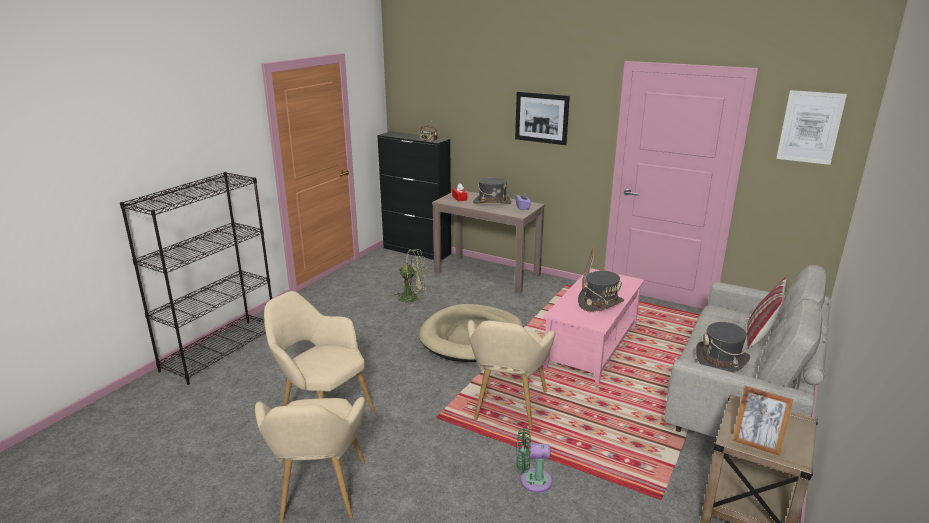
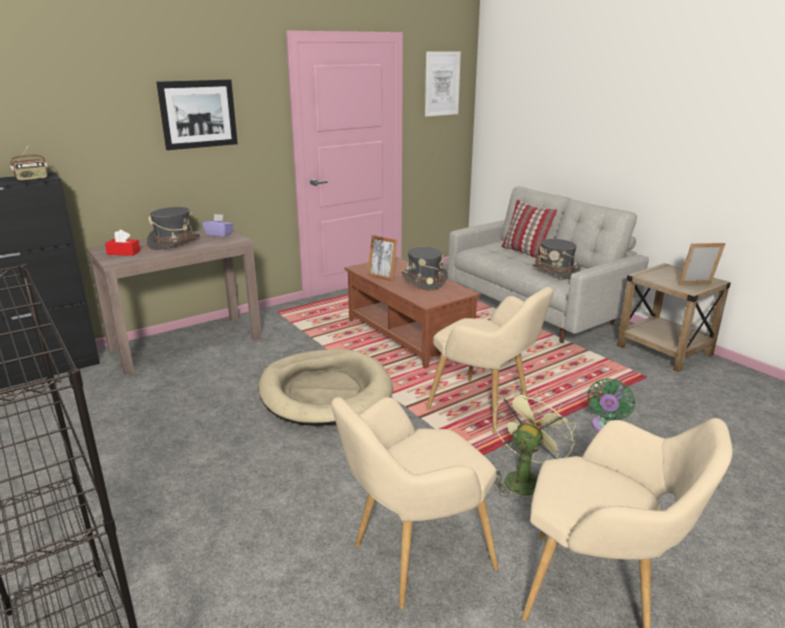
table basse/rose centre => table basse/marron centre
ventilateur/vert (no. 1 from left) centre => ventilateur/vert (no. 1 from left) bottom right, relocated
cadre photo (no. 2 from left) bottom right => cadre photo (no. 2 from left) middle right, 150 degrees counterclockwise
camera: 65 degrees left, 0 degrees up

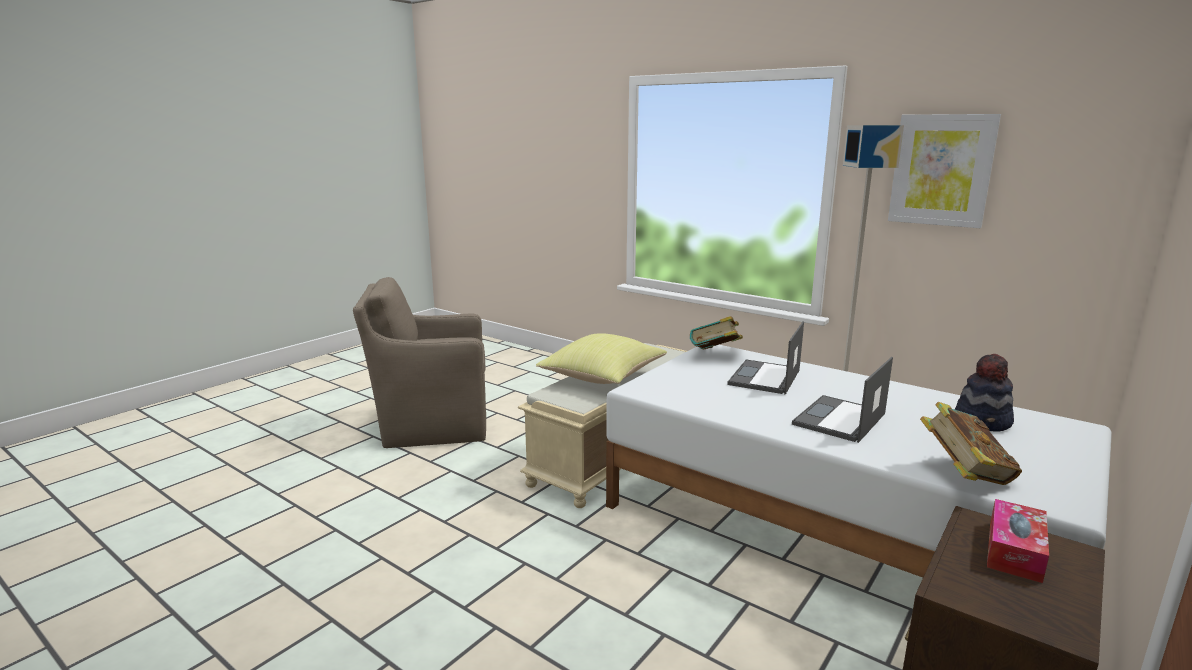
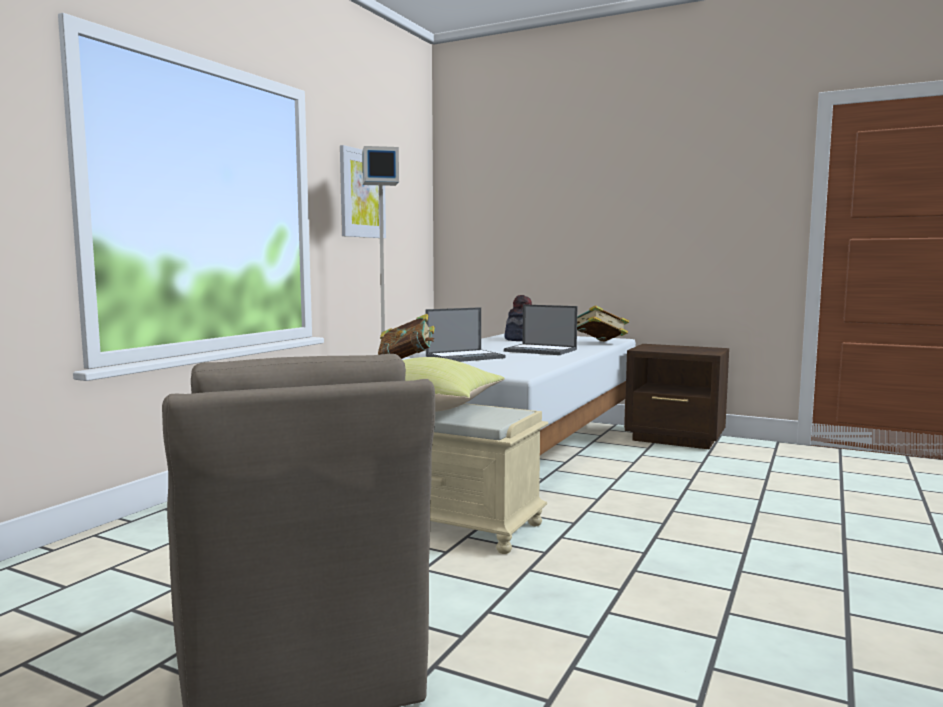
ordinateur portable (no. 1 from left) centre, 45 degrees counterclockwise
boîte à mouchoirs bottom right => nothing
camera: 100 degrees left, 10 degrees down

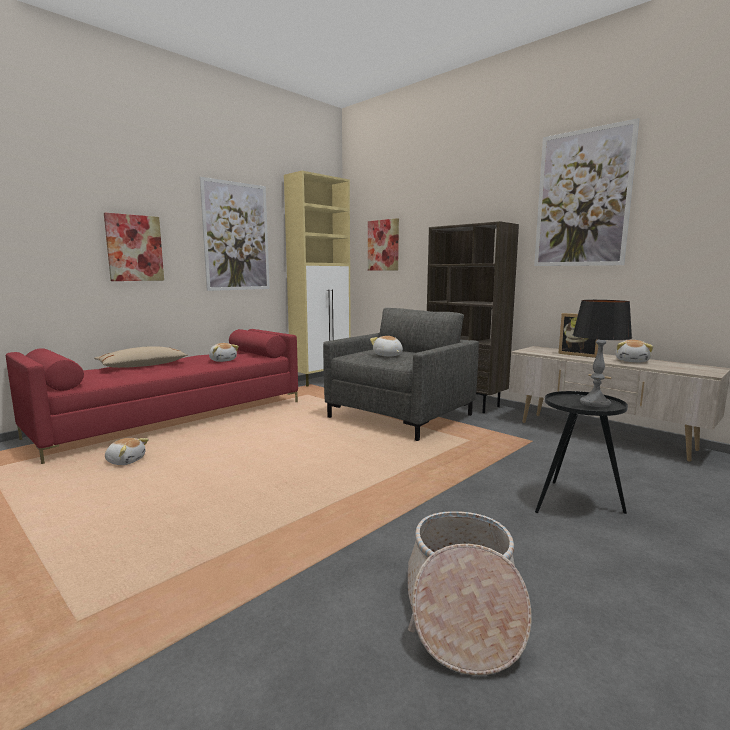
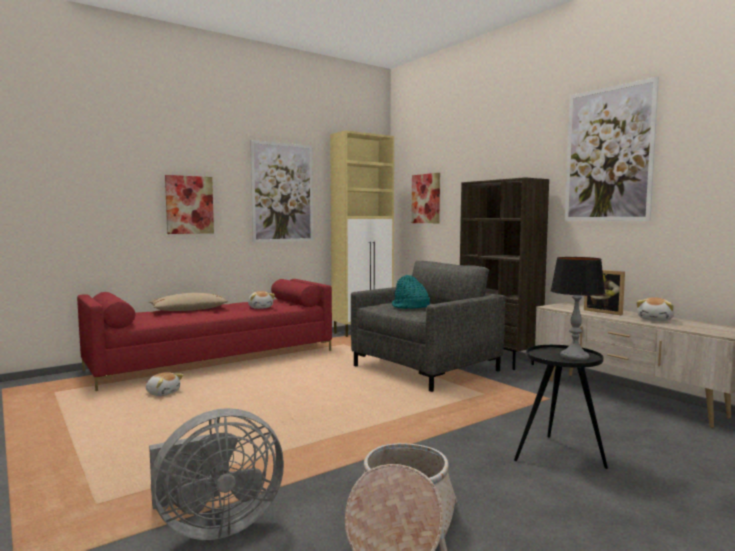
nothing => ventilateur/gris bottom left
peluche (no. 3 from left) centre => chapeau/turquoise centre
camera: 10 degrees right, 5 degrees down

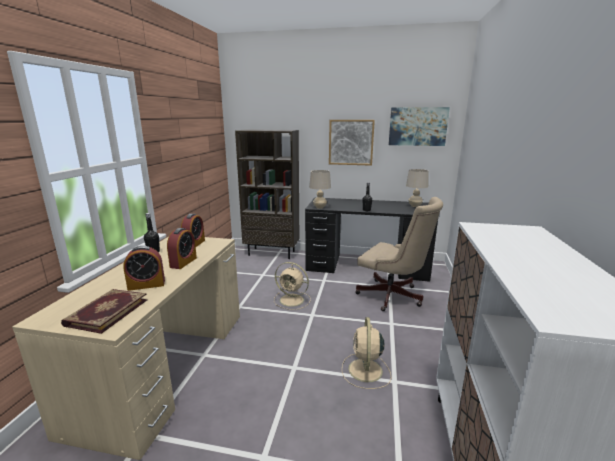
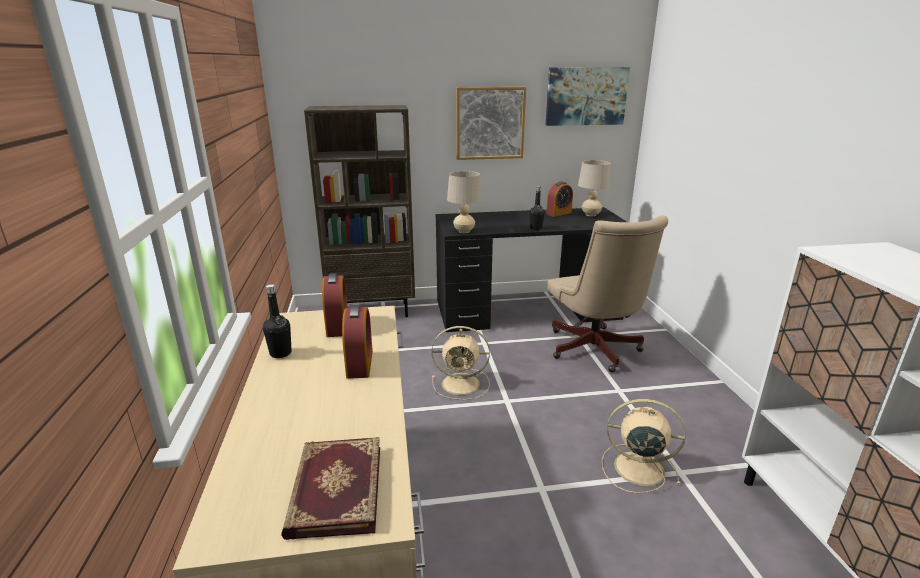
réveil (no. 1 from left in the first image) middle left => réveil (no. 3 from left) centre, relocated
chaise de bureau/beige centre, 60 degrees clockwise
ventilateur/beige (no. 2 from left) bottom centre => ventilateur/beige (no. 2 from left) bottom right, 120 degrees clockwise
camera: 20 degrees left, 5 degrees up

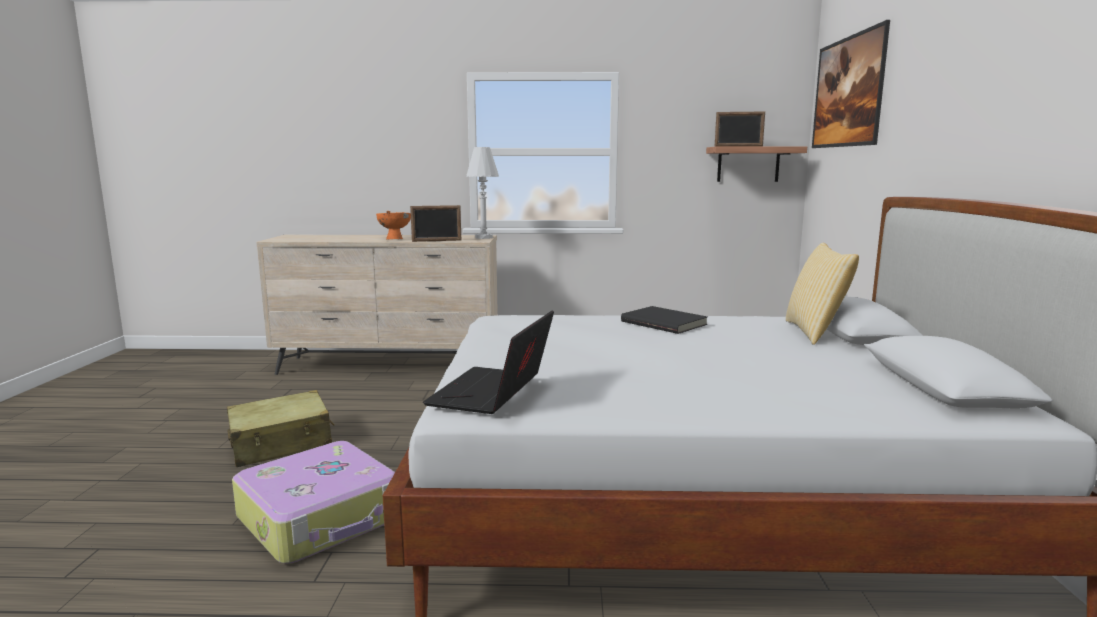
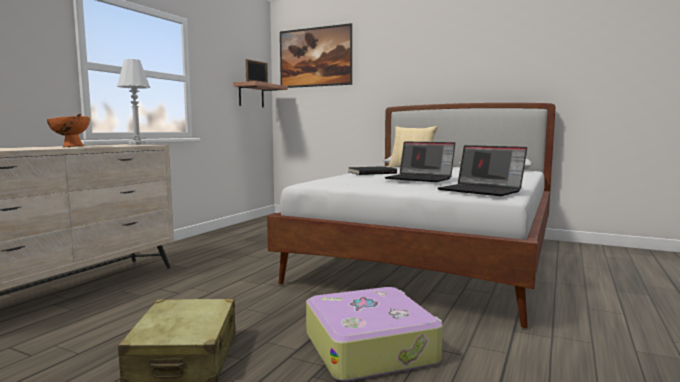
nothing => ordinateur portable (no. 1 from left) centre
cadre photo (no. 1 from left) centre => nothing
camera: 65 degrees left, 5 degrees down

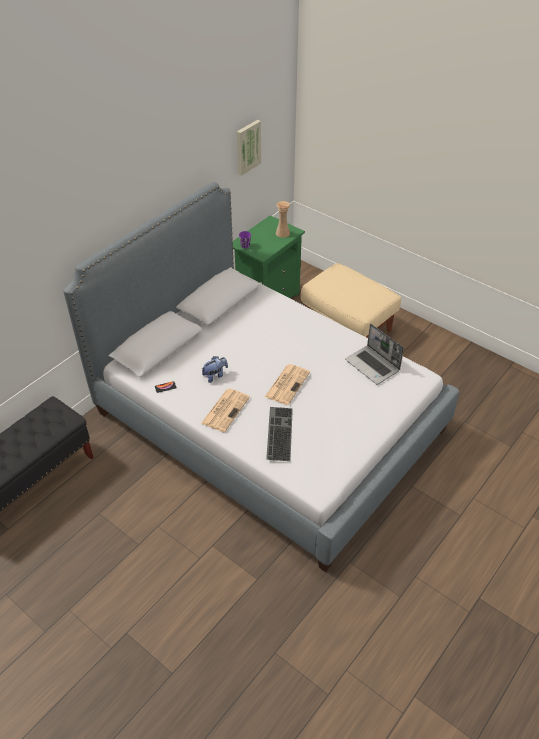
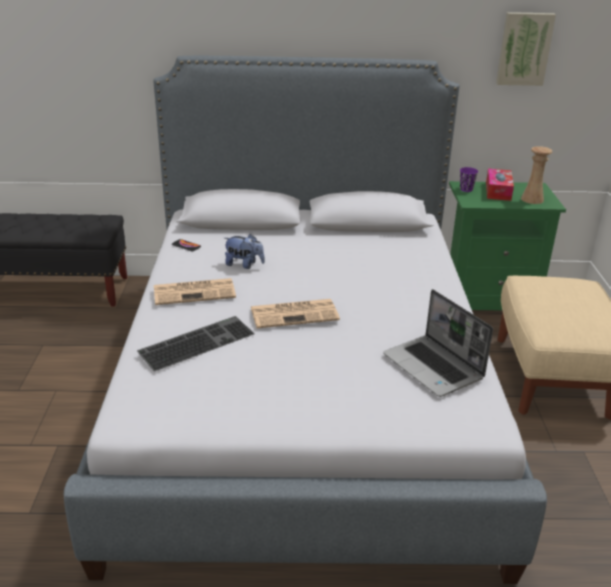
ordinateur portable middle right, 45 degrees counterclockwise
nothing => boîte à mouchoirs top right
camera: 50 degrees right, 15 degrees down

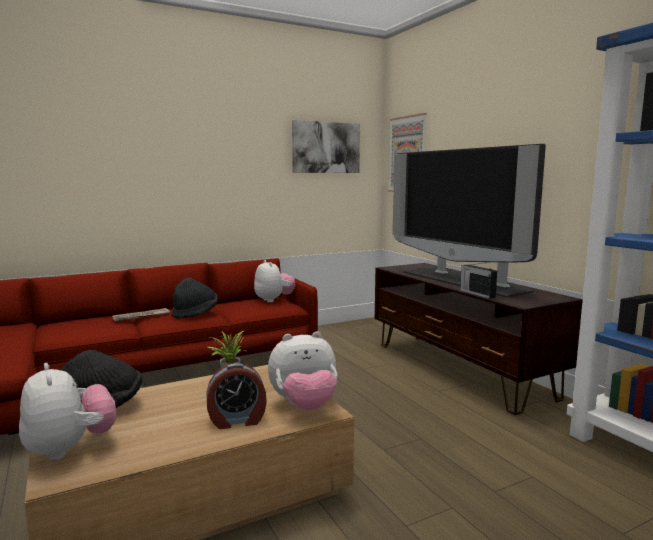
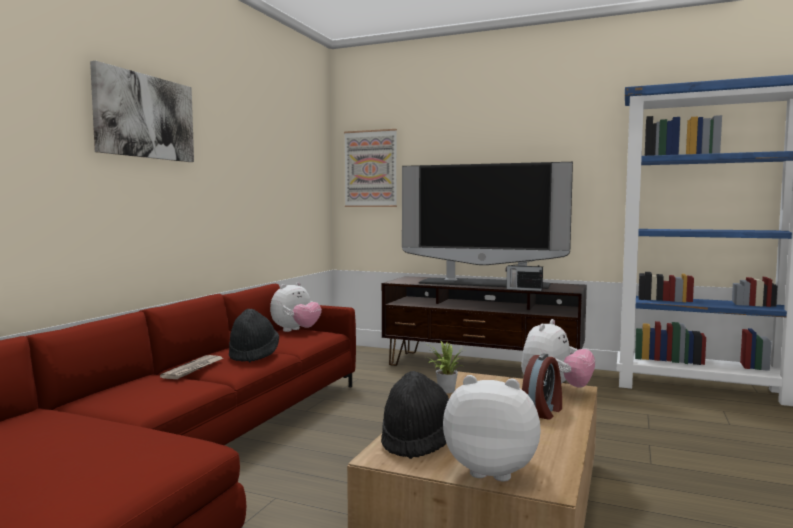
tableau (no. 1 from left) top centre => tableau (no. 1 from left) top left, relocated
peluche (no. 2 from left in the first image) centre => peluche (no. 1 from left) centre, 105 degrees clockwise
camera: 40 degrees left, 5 degrees down

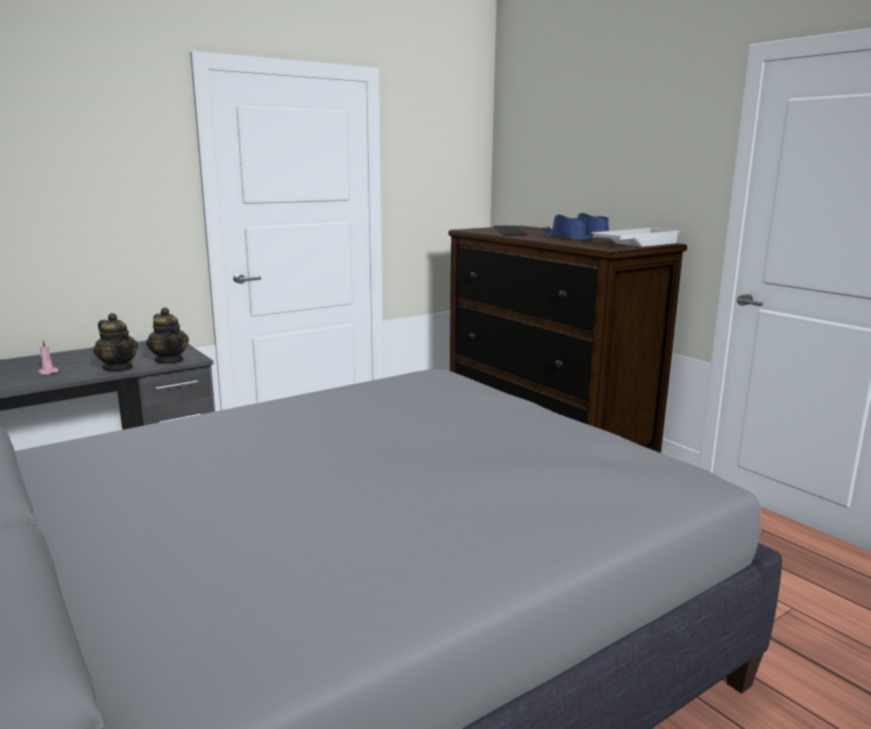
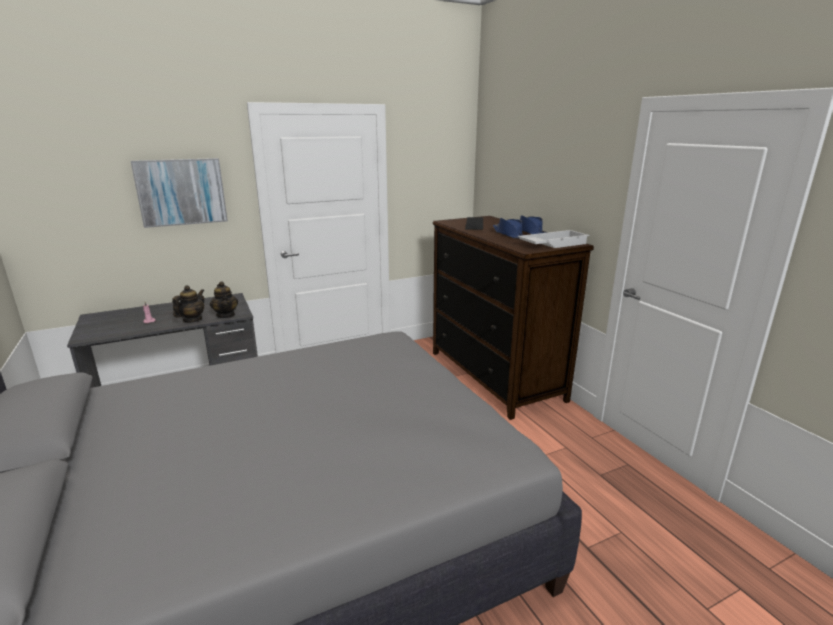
nothing => tableau top left
théière (no. 1 from left) middle left, 120 degrees counterclockwise
camera: 10 degrees right, 5 degrees up

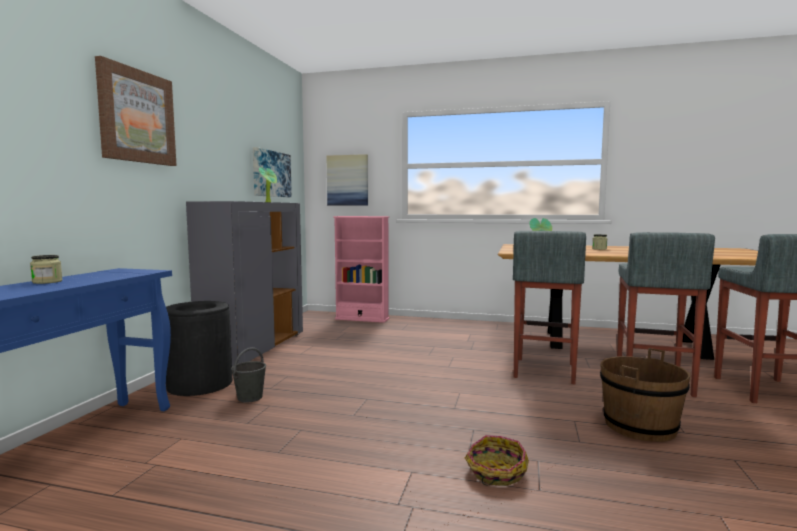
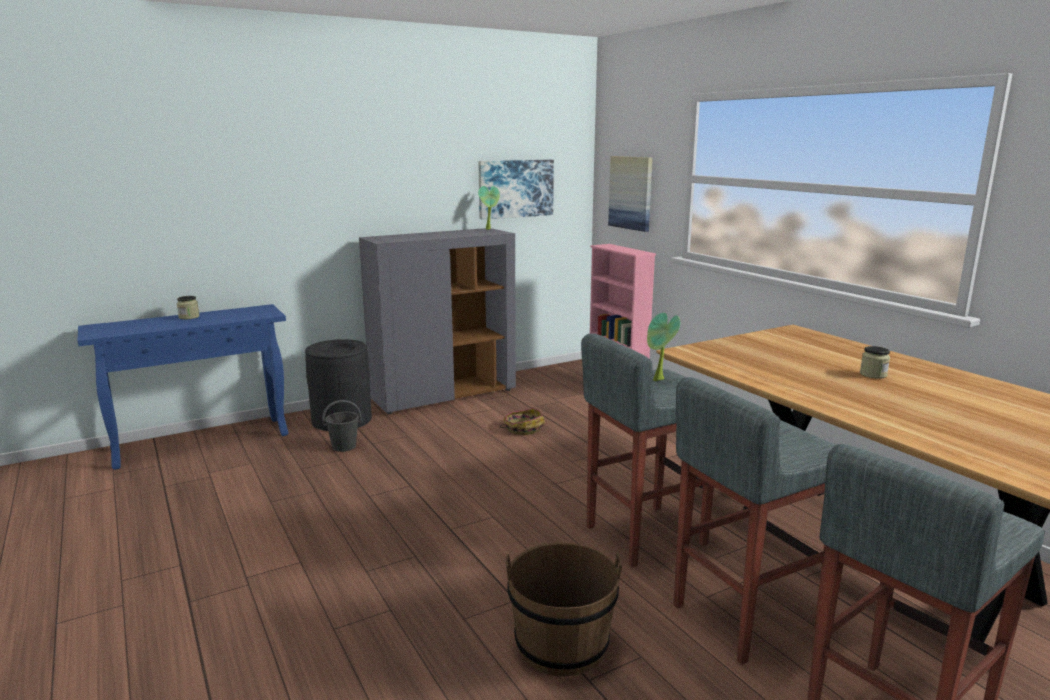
panier bottom centre => panier centre, relocated
tableau (no. 1 from left) top left => nothing
camera: 45 degrees right, 10 degrees up

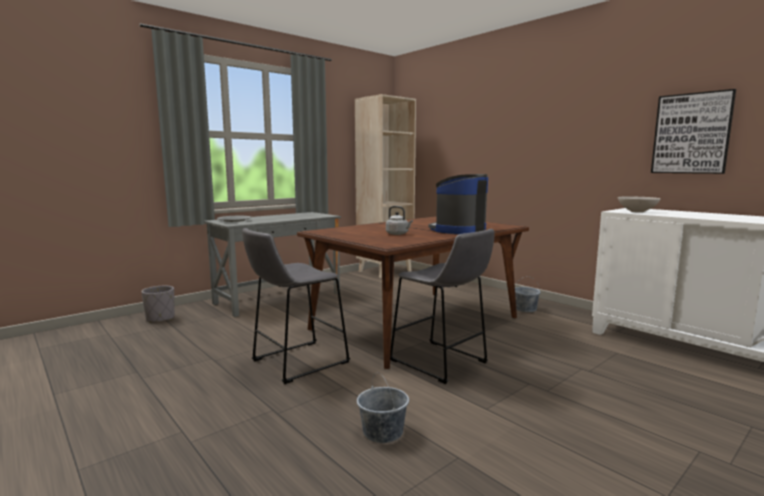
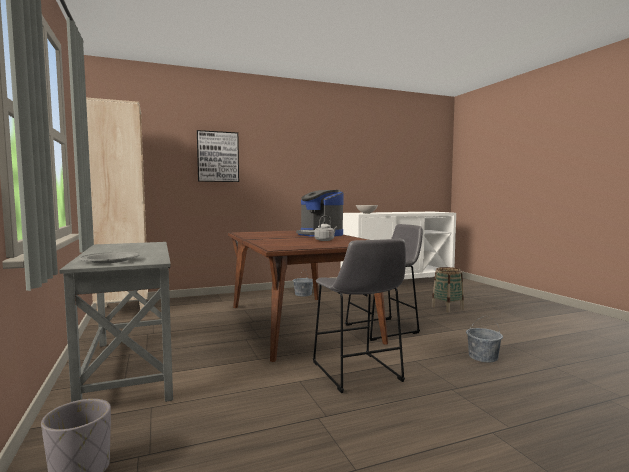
tableau top right => tableau top centre, relocated
nothing => panier middle right
camera: 70 degrees left, 5 degrees down

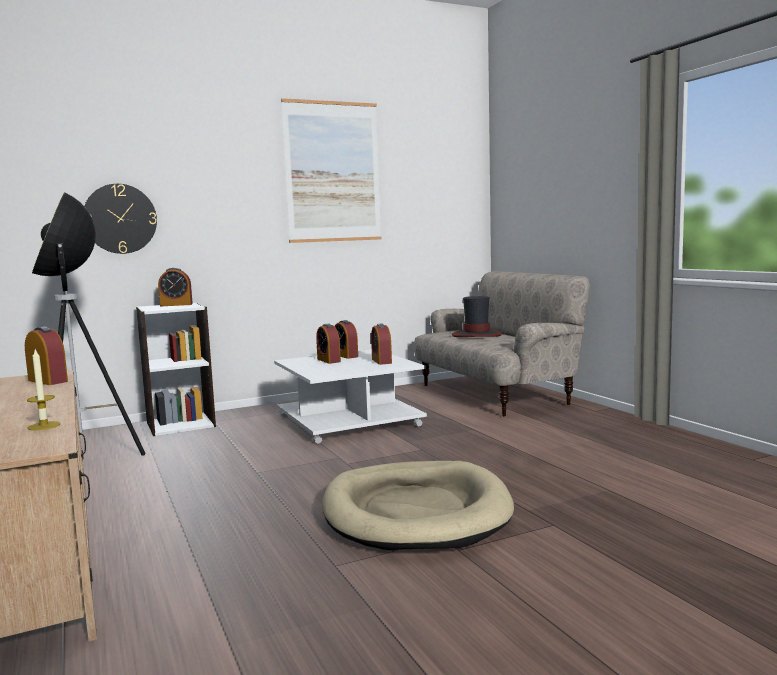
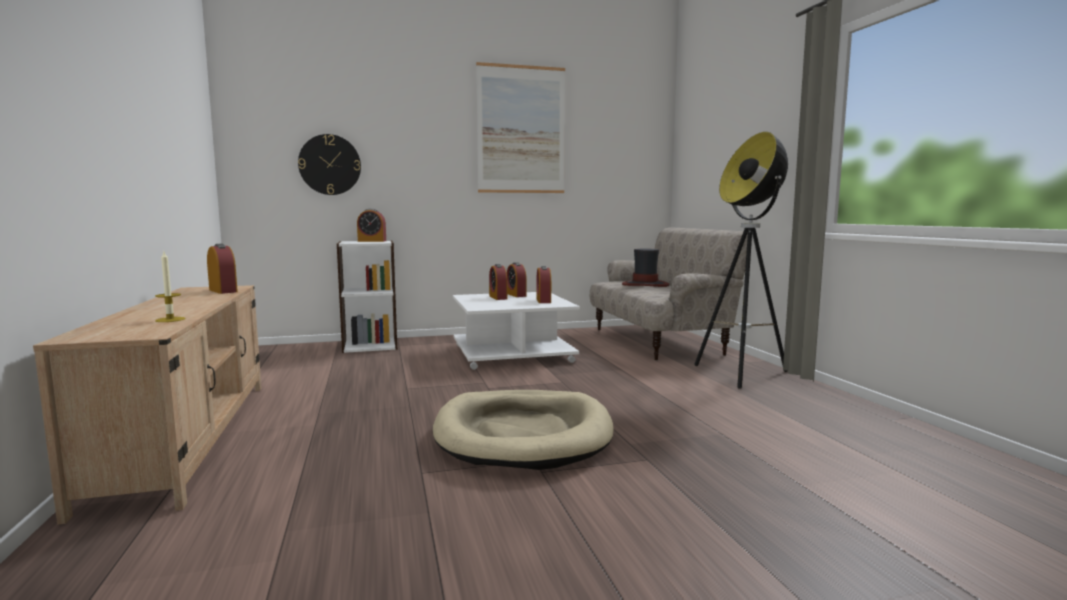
lampadaire middle left => lampadaire middle right, relocated
camera: 10 degrees right, 0 degrees up

